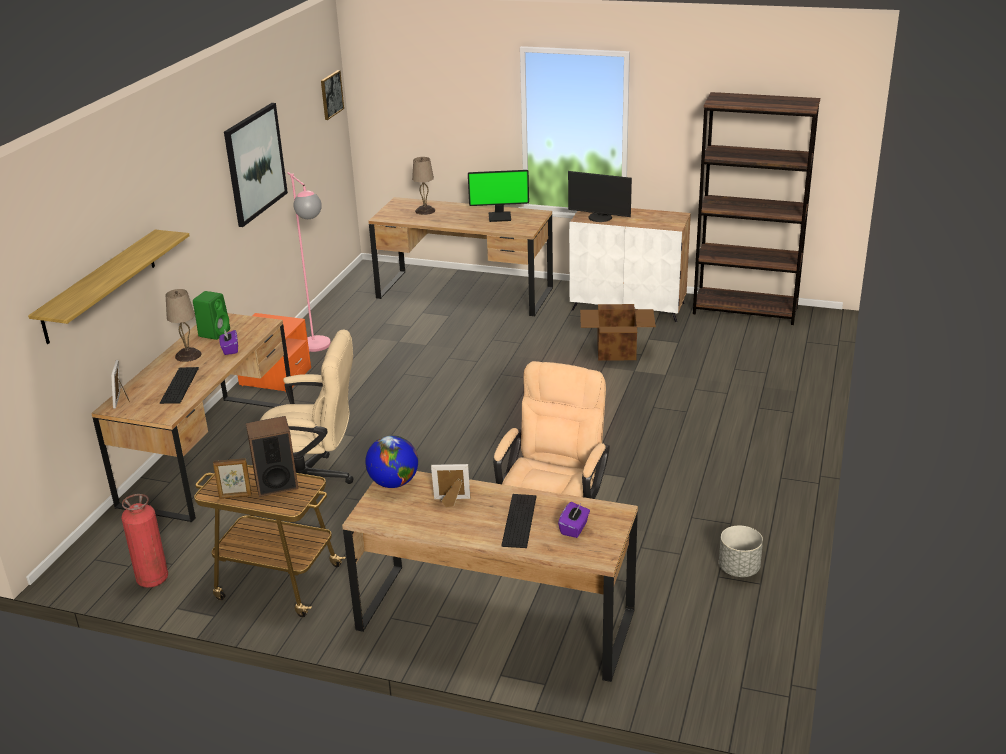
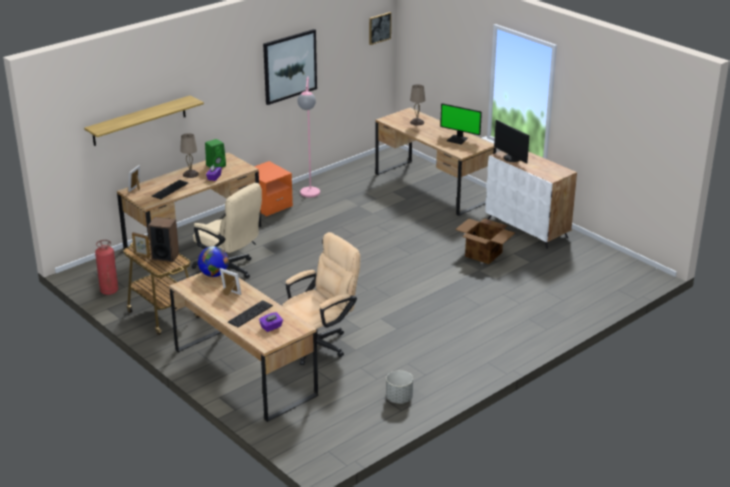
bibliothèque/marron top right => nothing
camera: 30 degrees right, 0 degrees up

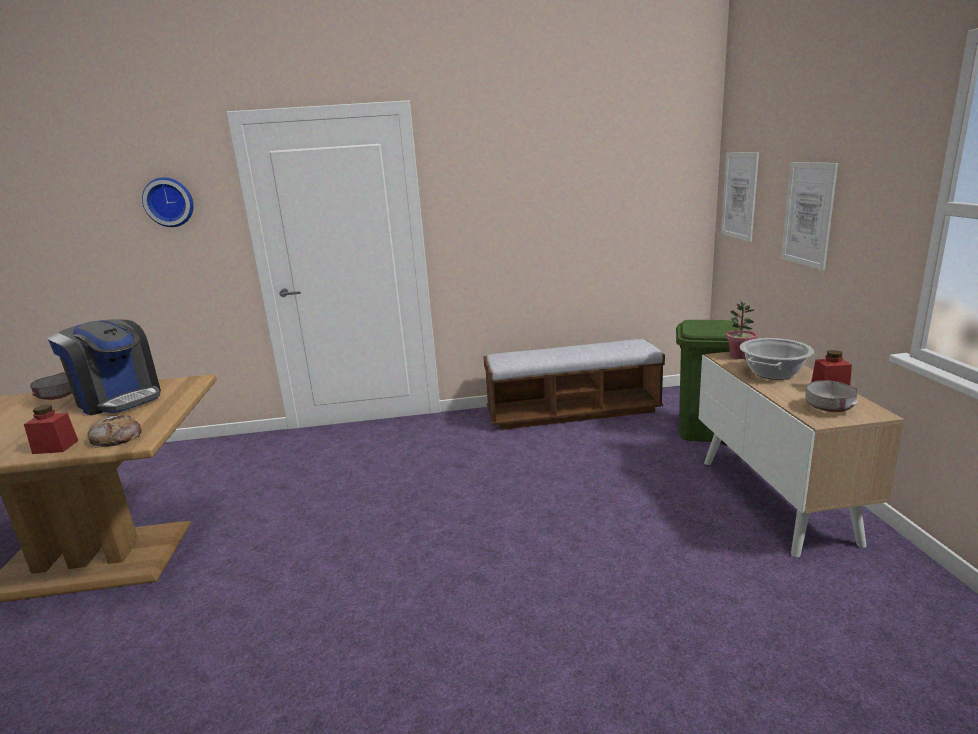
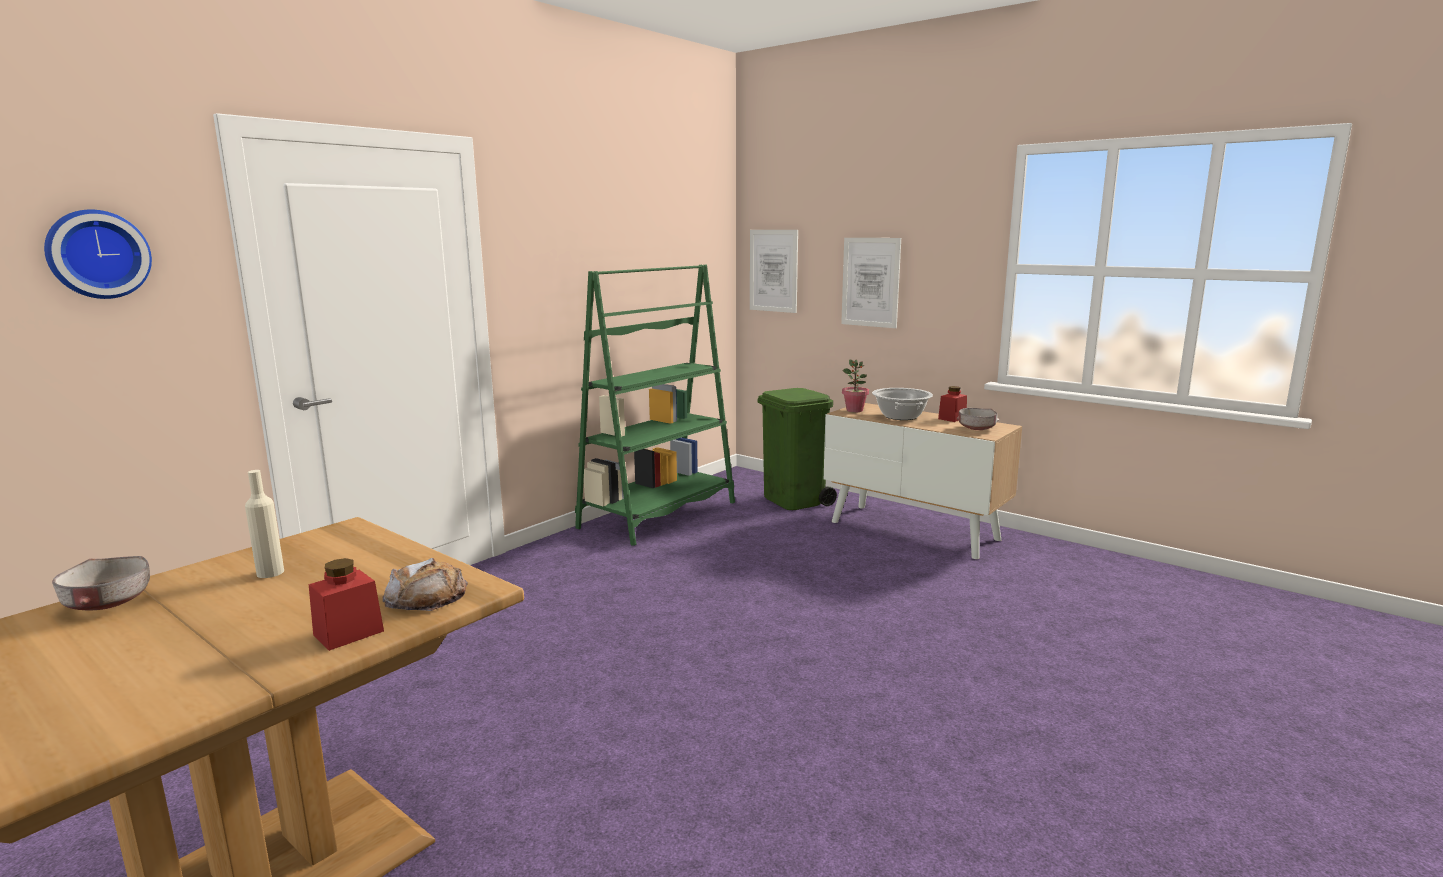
machine à café middle left => bouteille/beige middle left
banc centre => bibliothèque/vert centre
camera: 45 degrees left, 5 degrees down

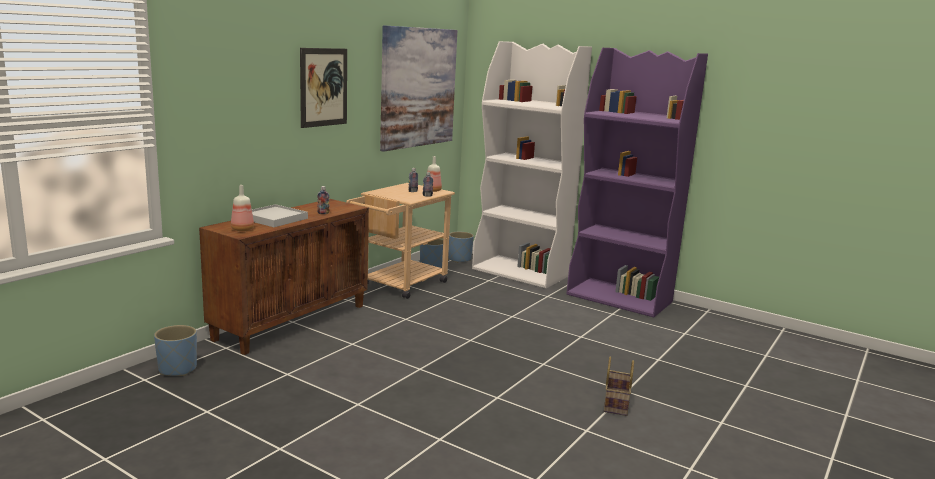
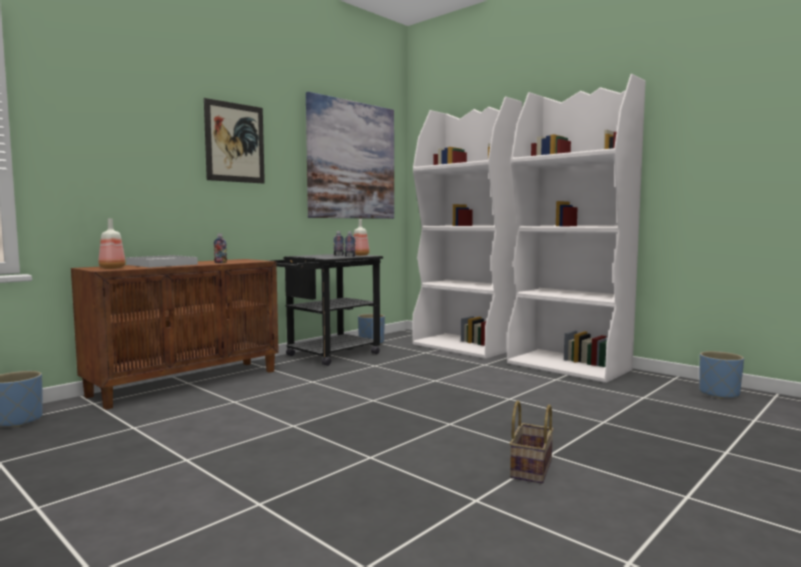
chariot/beige centre => chariot/noir centre
bibliothèque/violet middle right => bibliothèque/blanc (no. 2 from left) middle right
cache-pot/bleu (no. 3 from left) centre => cache-pot/bleu (no. 3 from left) middle right, relocated
camera: 10 degrees right, 10 degrees down

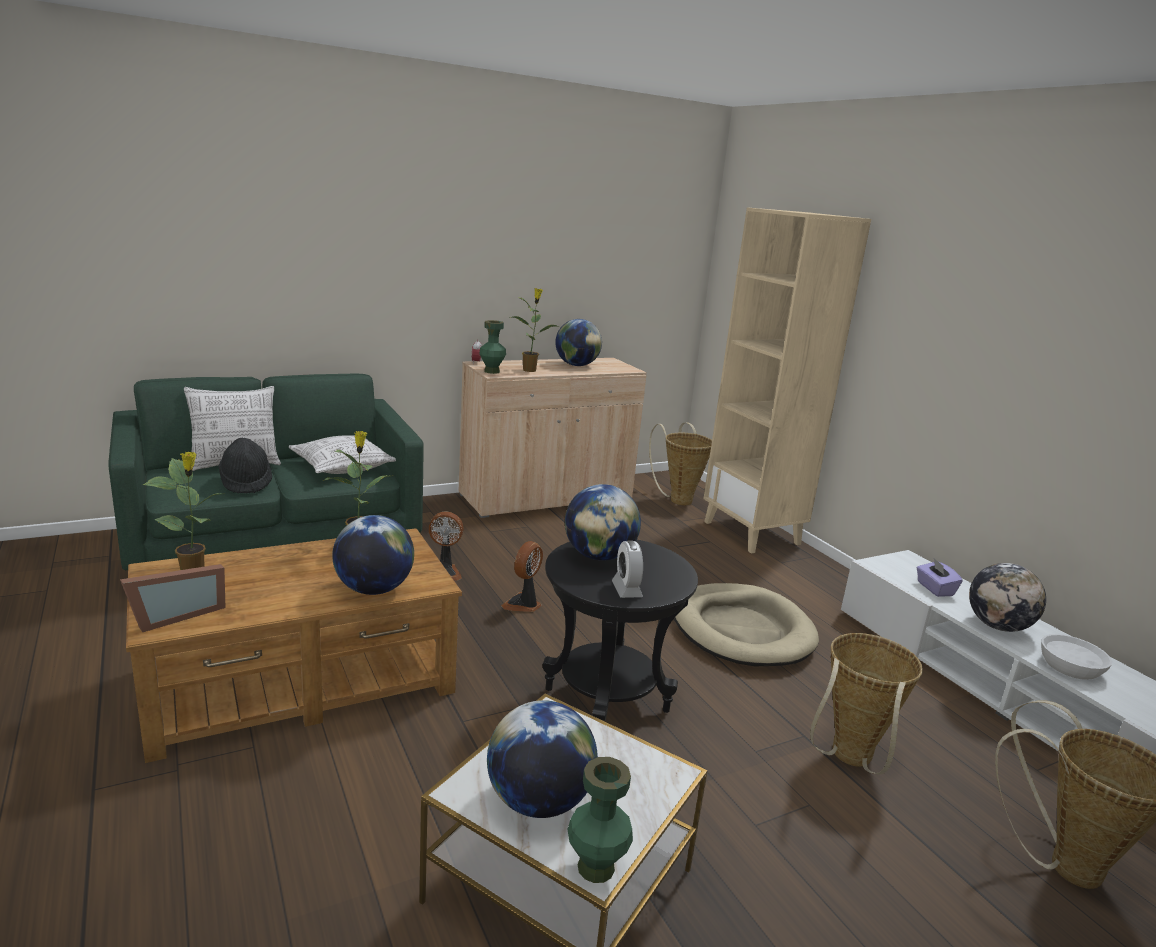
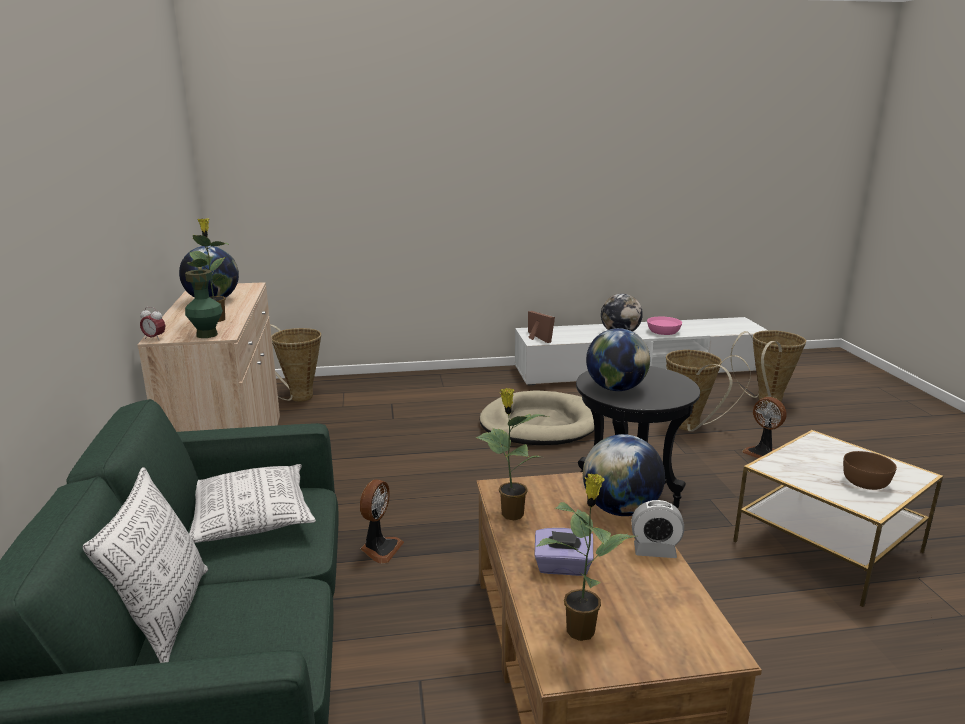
cadre photo middle left => cadre photo centre, relocated
boîte à mouchoirs/violet middle right => boîte à mouchoirs/violet bottom centre, relocated
réveil (no. 2 from left) centre => réveil (no. 2 from left) bottom right, relocated
bol/blanc bottom right => bol/rose middle right
ventilateur (no. 2 from left) centre => ventilateur (no. 2 from left) middle right, relocated
globe (no. 2 from left) bottom centre => bol/marron middle right
chapeau/noir middle left => nothing
vase/vert (no. 2 from left) bottom centre => nothing
bibliothèque/beige middle right => nothing
camera: 70 degrees left, 0 degrees up

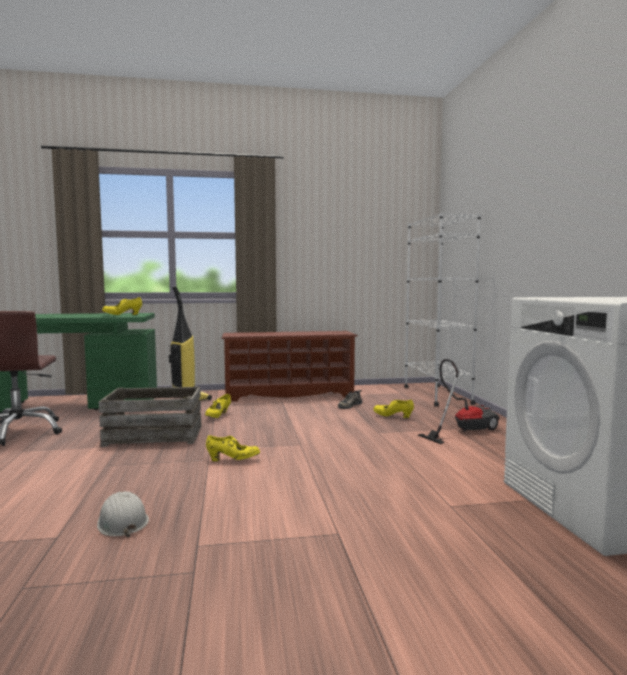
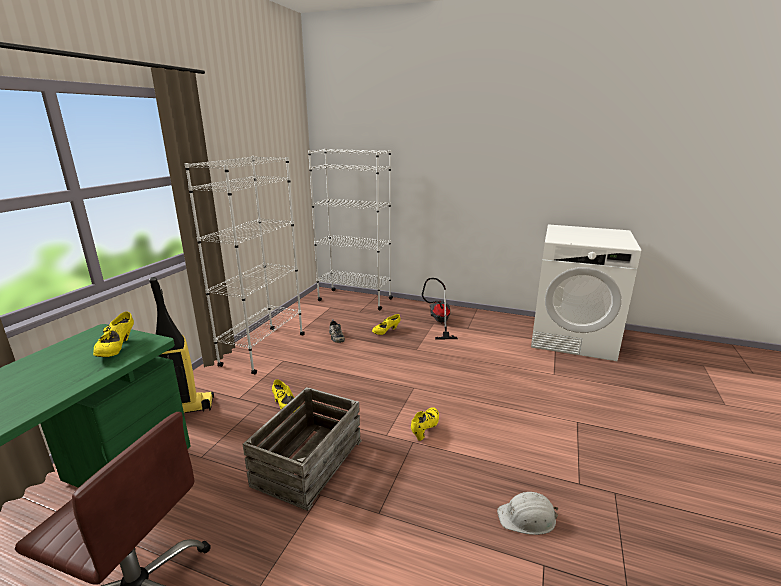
étagère à chaussures/marron centre => bibliothèque/blanc (no. 1 from left) middle left
camera: 60 degrees left, 15 degrees up

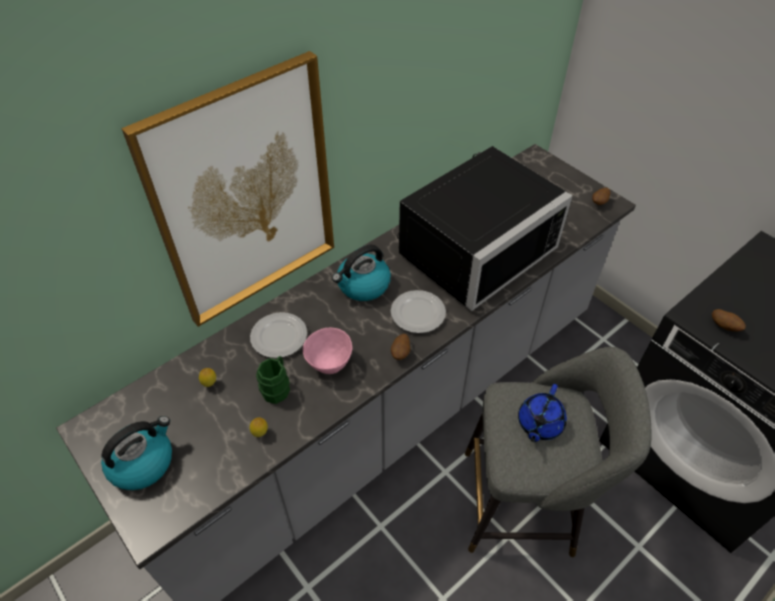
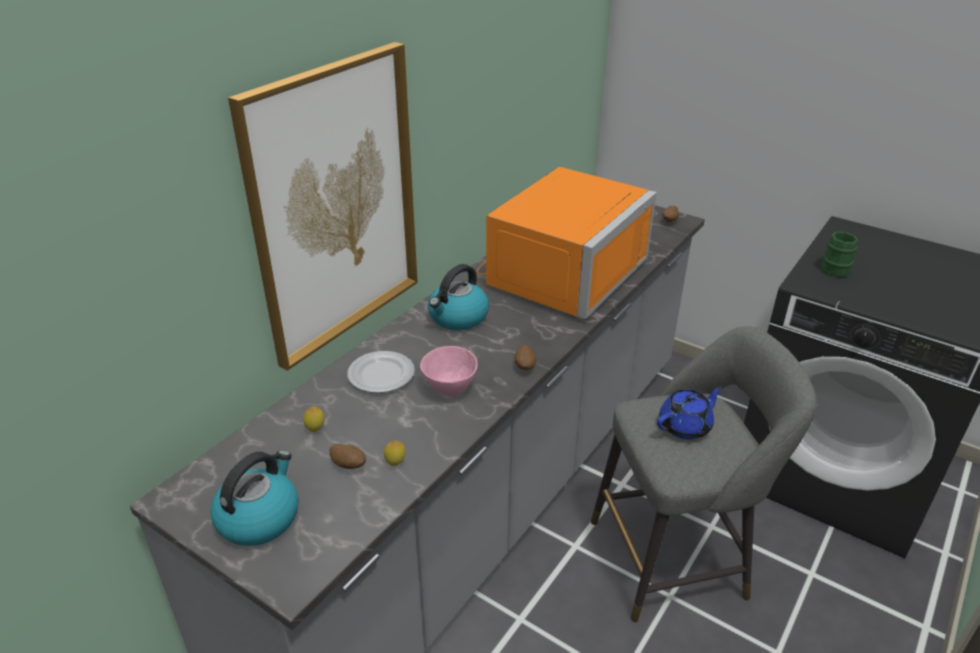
pomme de terre (no. 3 from left in the first image) middle right => pomme de terre (no. 1 from left) bottom centre, relocated
micro-ondes/noir centre => micro-ondes/orange centre
théière/bleu bottom right => théière/bleu middle right, 135 degrees counterclockwise
mug/vert centre => mug/vert middle right, relocated
assiette (no. 2 from left) centre => nothing
camera: 15 degrees left, 15 degrees down

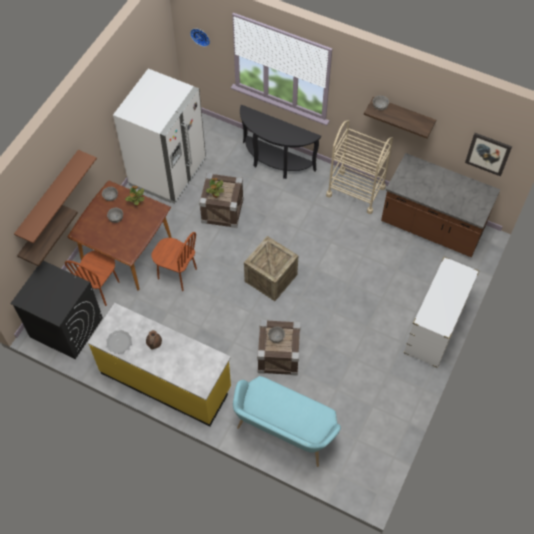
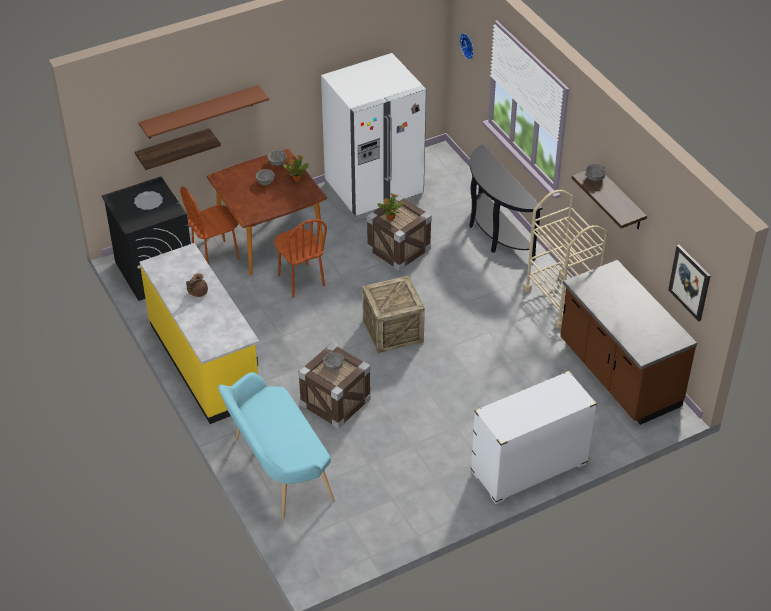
assiette middle left => assiette top left, relocated
camera: 35 degrees right, 15 degrees down

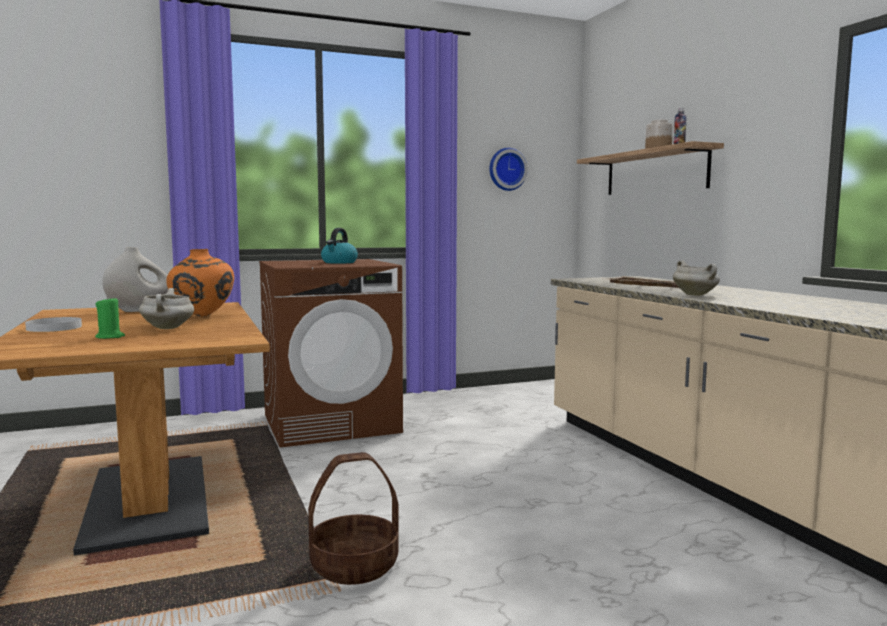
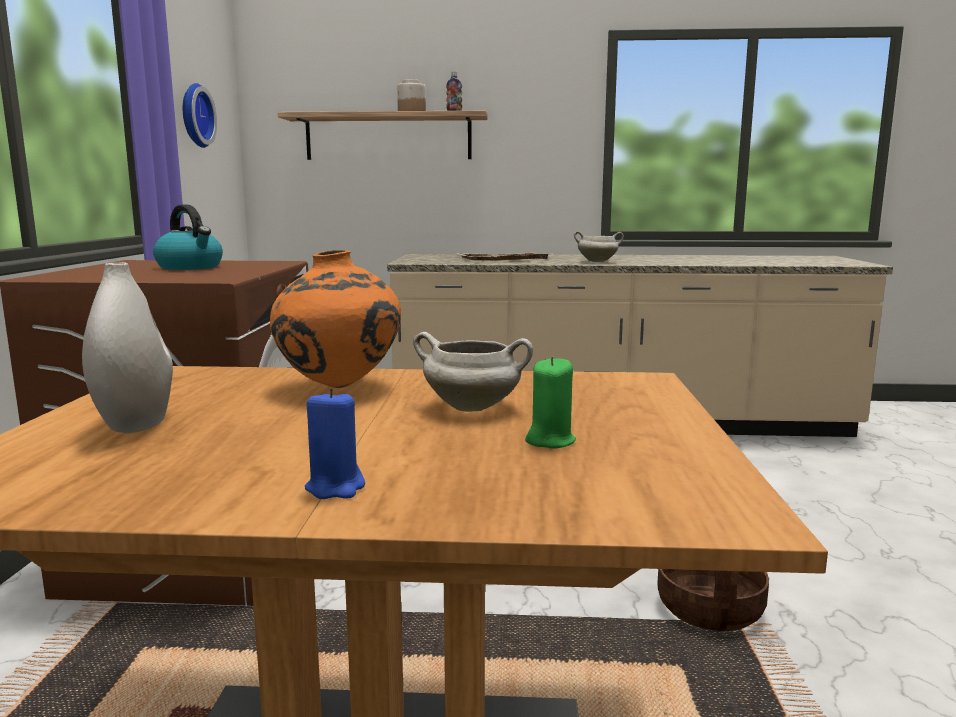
assiette/blanc middle left => bougie/bleu centre
camera: 65 degrees left, 5 degrees up

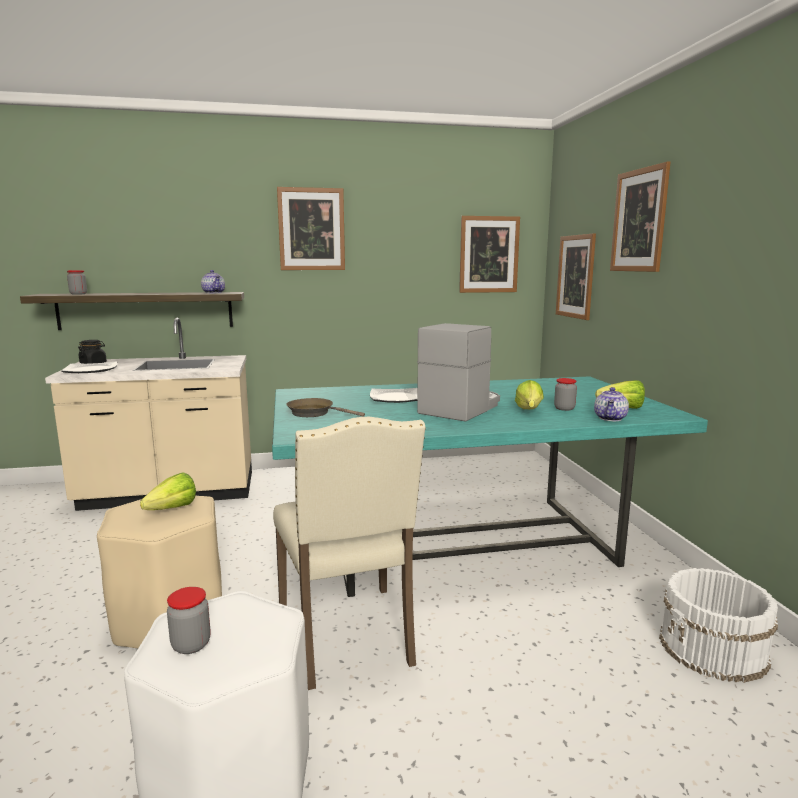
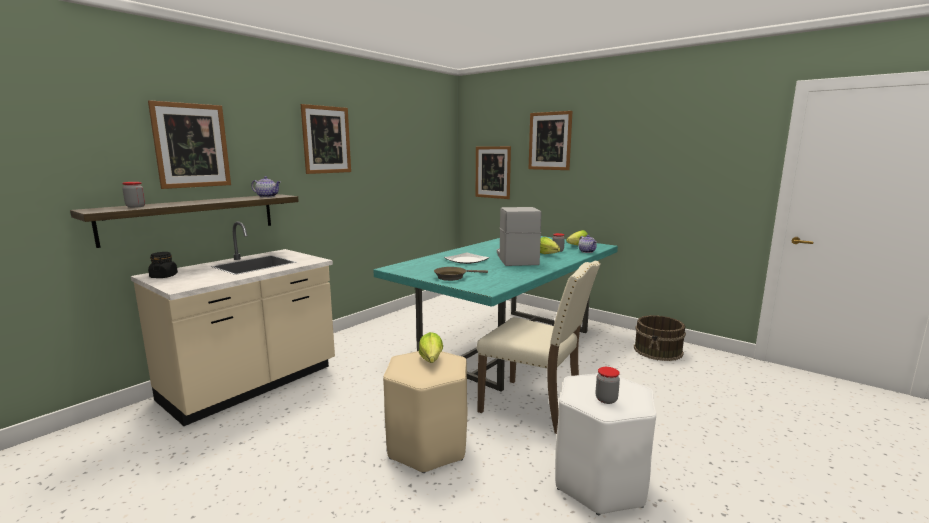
tableau (no. 2 from left in the first image) top centre => tableau (no. 1 from left) top left, relocated
seau/blanc bottom right => seau/marron middle right
assiette (no. 1 from left) middle left => nothing
camera: 40 degrees left, 0 degrees up

